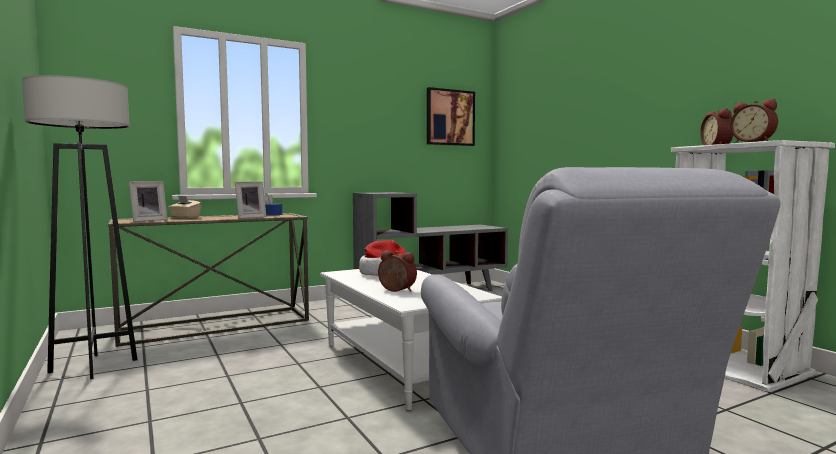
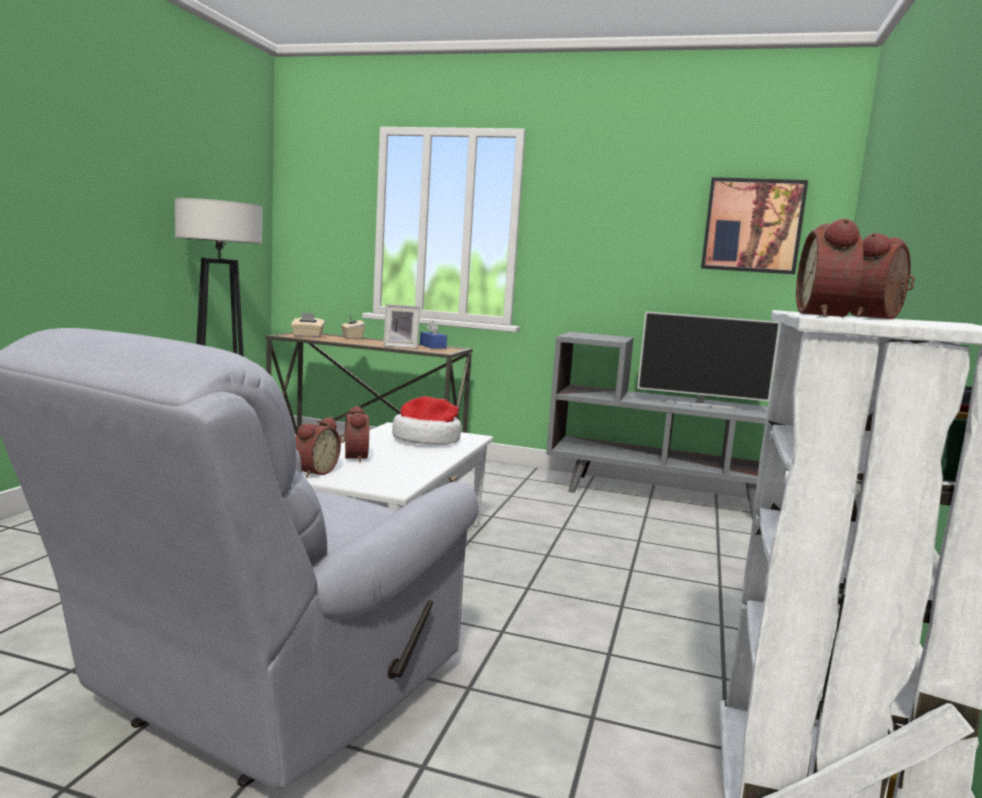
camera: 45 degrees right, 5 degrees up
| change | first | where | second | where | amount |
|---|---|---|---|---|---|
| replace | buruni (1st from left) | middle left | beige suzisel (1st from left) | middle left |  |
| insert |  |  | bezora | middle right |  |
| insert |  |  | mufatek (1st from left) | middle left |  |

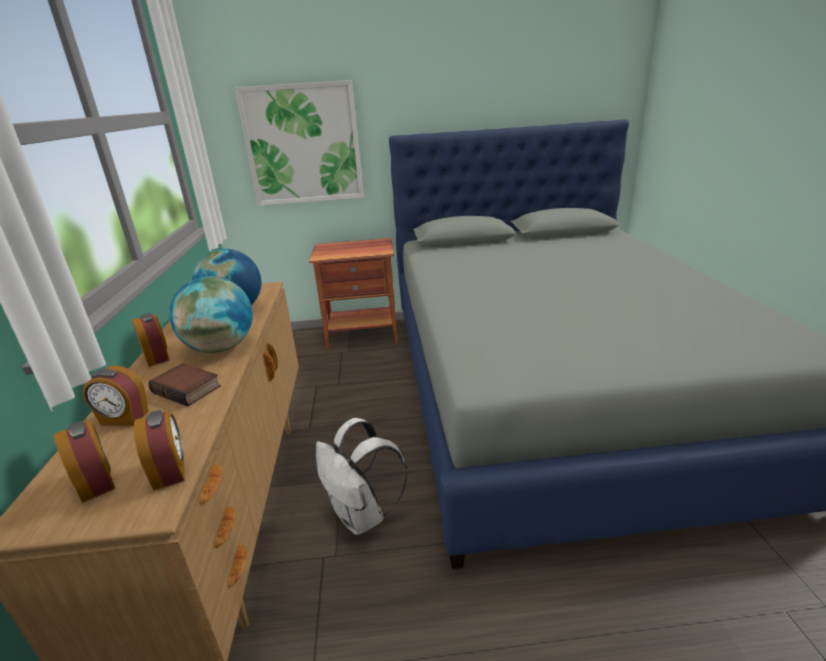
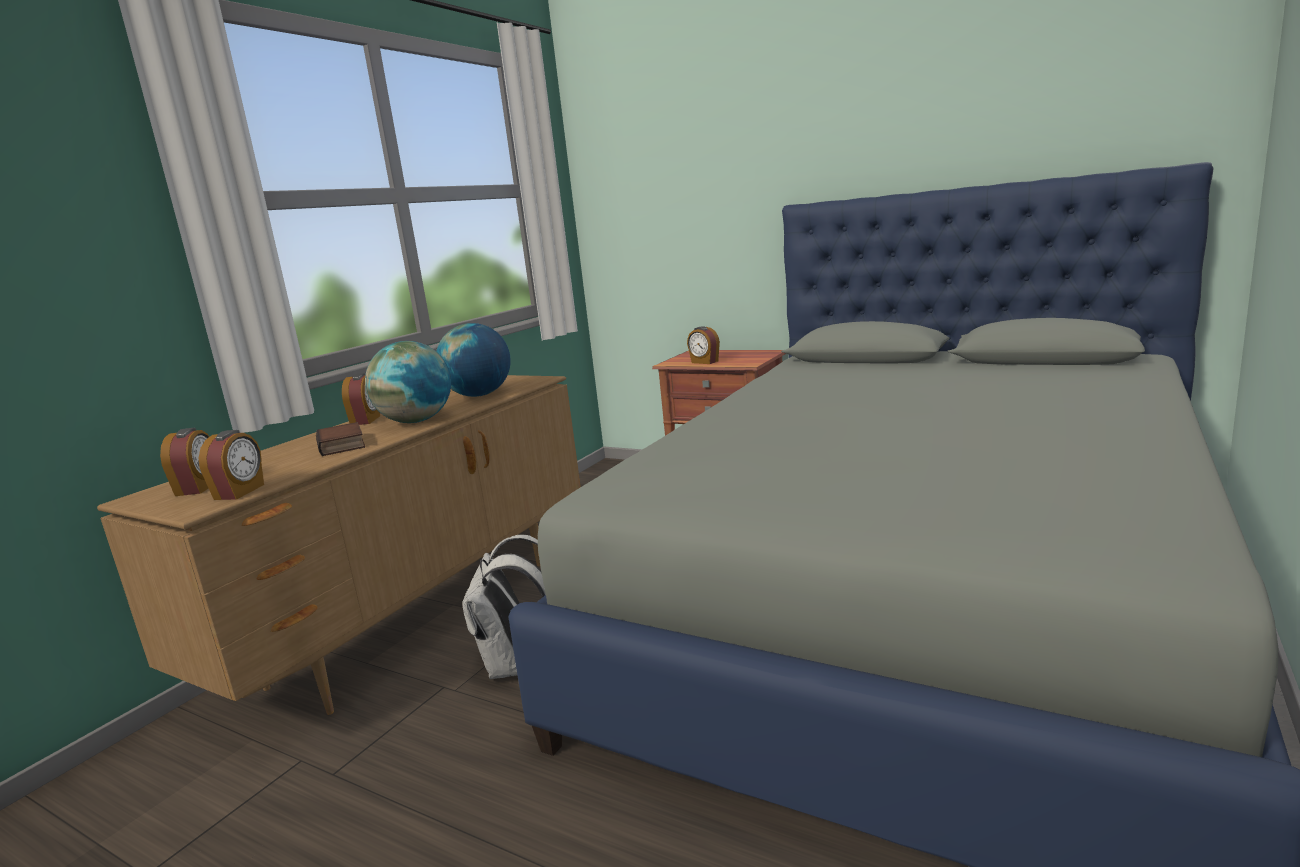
camera: 35 degrees right, 10 degrees down
| change | first | where | second | where | amount |
|---|---|---|---|---|---|
| delete | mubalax | top centre |  |  |  |
| move | mufatek (2nd from left in the first image) | middle left | mufatek (4th from left) | centre |  |

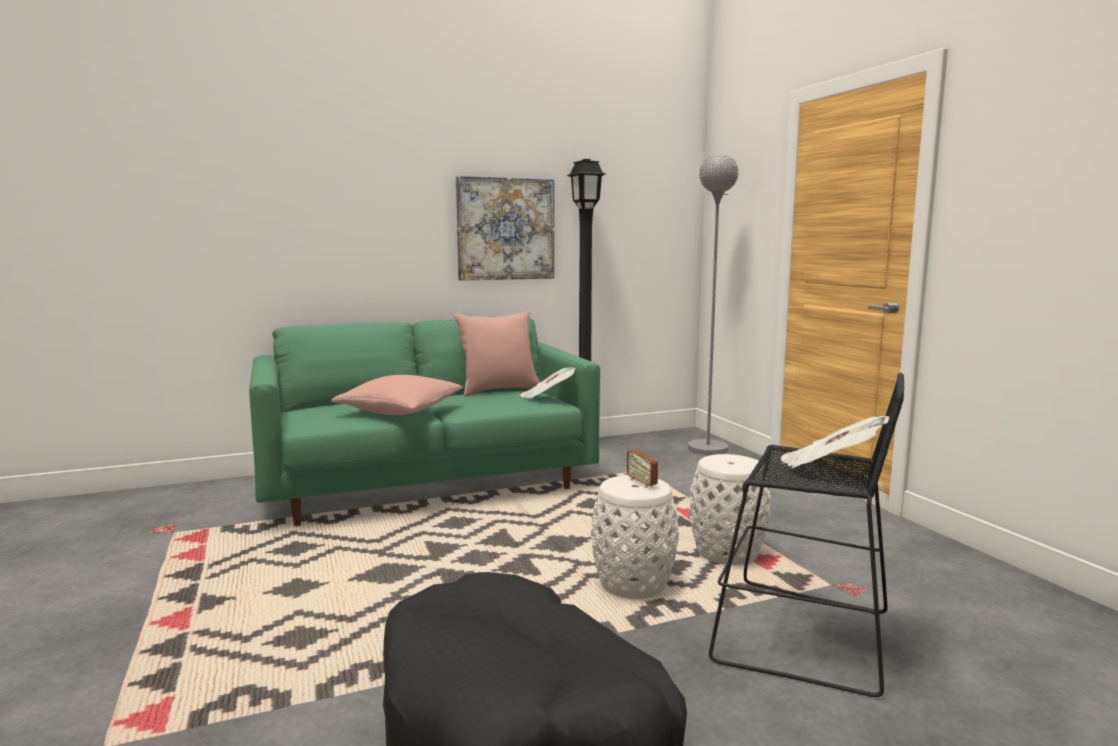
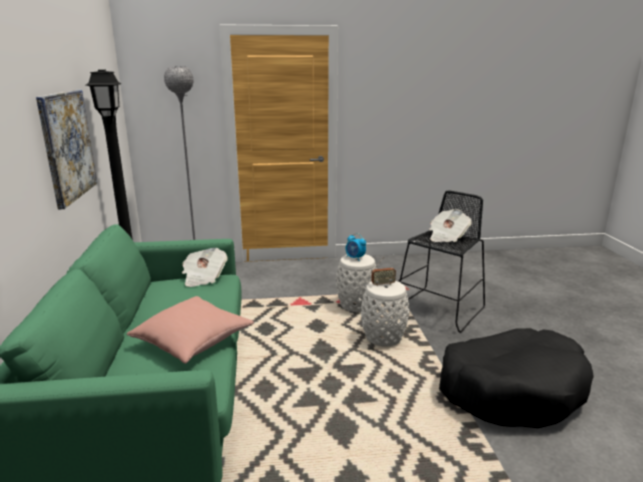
camera: 75 degrees left, 10 degrees up
| change | first | where | second | where | amount |
|---|---|---|---|---|---|
| delete | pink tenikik (2nd from left) | centre |  |  |  |
| insert |  |  | mufatek | centre |  |

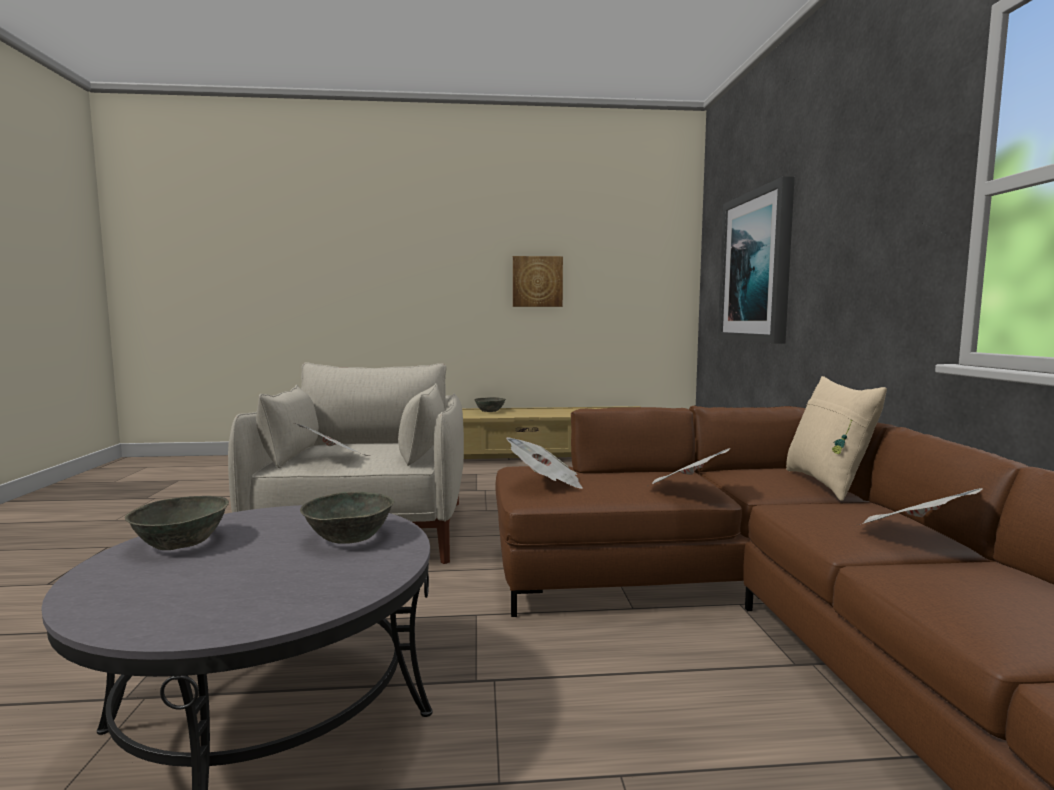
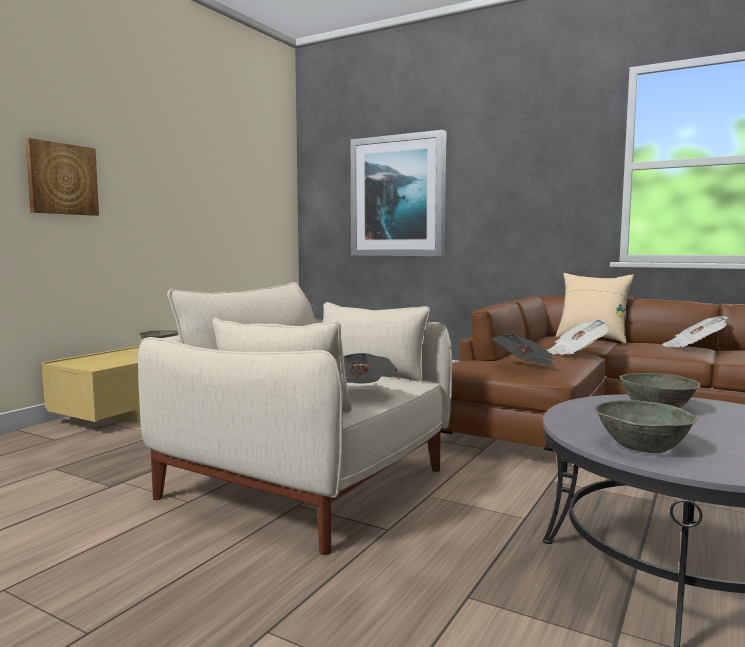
camera: 55 degrees left, 0 degrees up
| change | first | where | second | where | amount |
|---|---|---|---|---|---|
| move | mubalax (1st from left) | centre |  | top left |  |

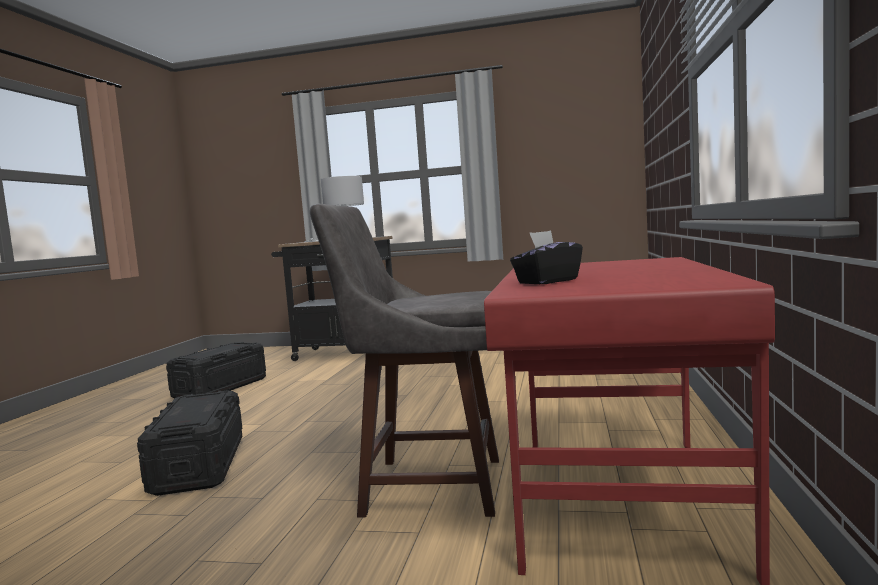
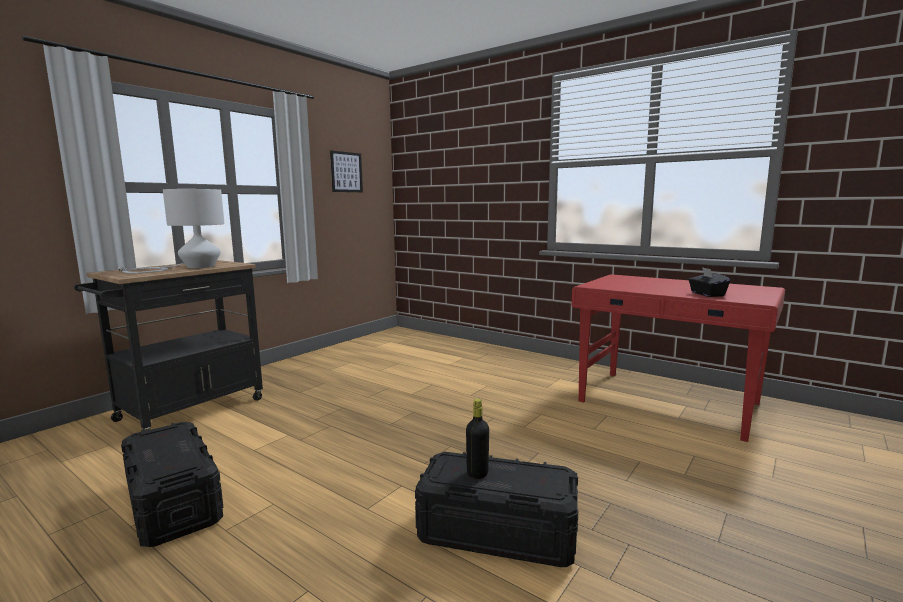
camera: 65 degrees left, 5 degrees up
| change | first | where | second | where | amount |
|---|---|---|---|---|---|
| delete | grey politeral | centre |  |  |  |
| insert |  |  | mubalax | top centre |  |
| insert |  |  | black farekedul | bottom centre |  |

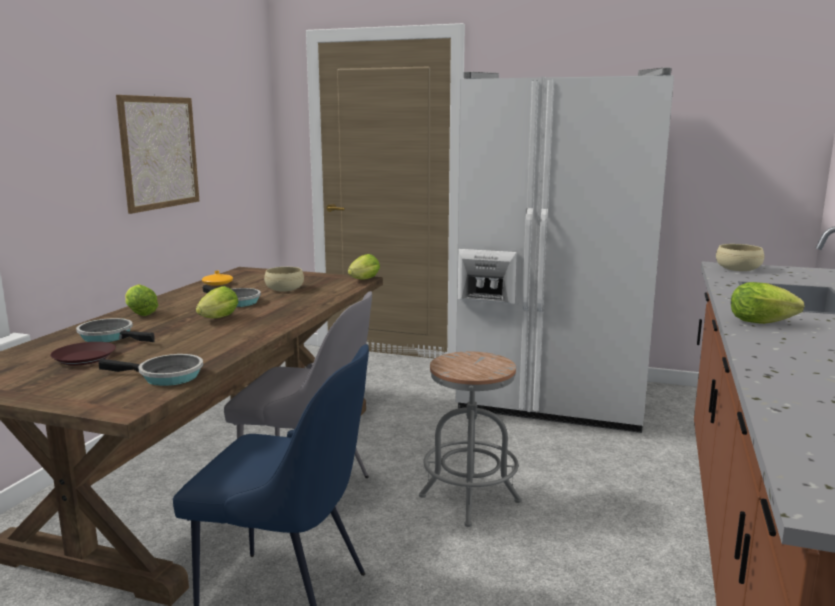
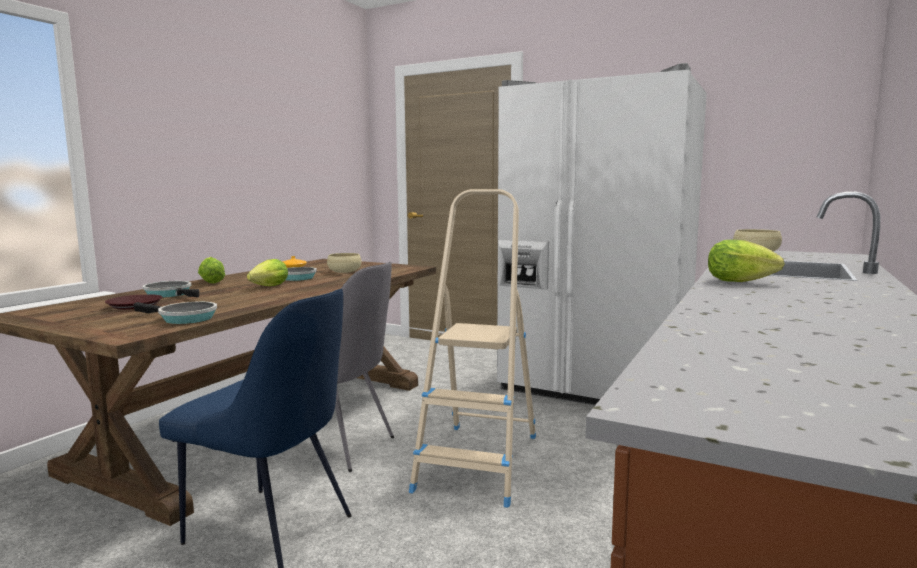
camera: 10 degrees right, 5 degrees down
| change | first | where | second | where | amount |
|---|---|---|---|---|---|
| delete | mubalax | top left |  |  |  |
| delete | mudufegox (3rd from left) | centre |  |  |  |
| replace | grey politeral | bottom centre | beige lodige | centre |  |

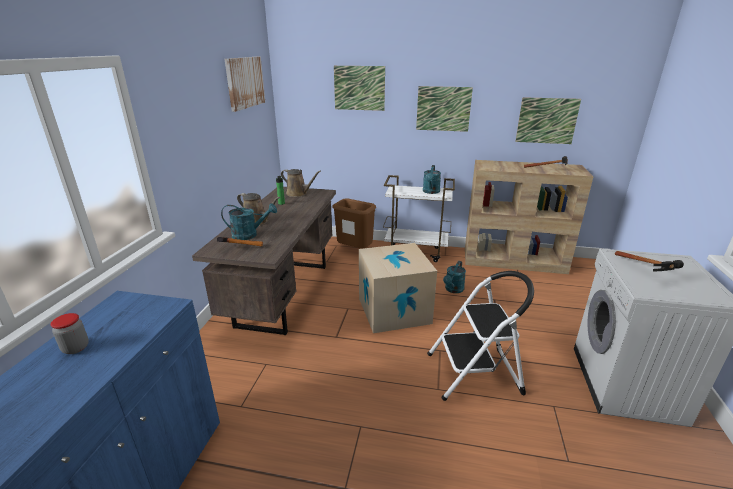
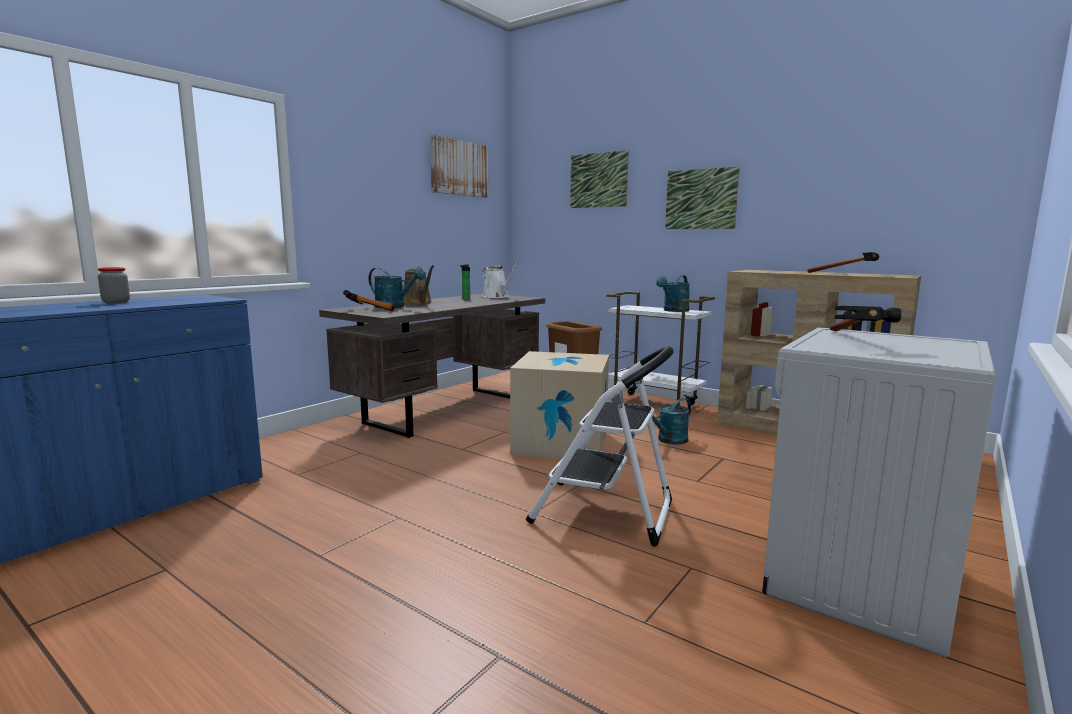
camera: 25 degrees right, 15 degrees down
| change | first | where | second | where | amount |
|---|---|---|---|---|---|
| delete | mubalax (4th from left) | top right |  |  |  |
| recolor | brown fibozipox (2nd from left) | centre | white fibozipox | centre |  |

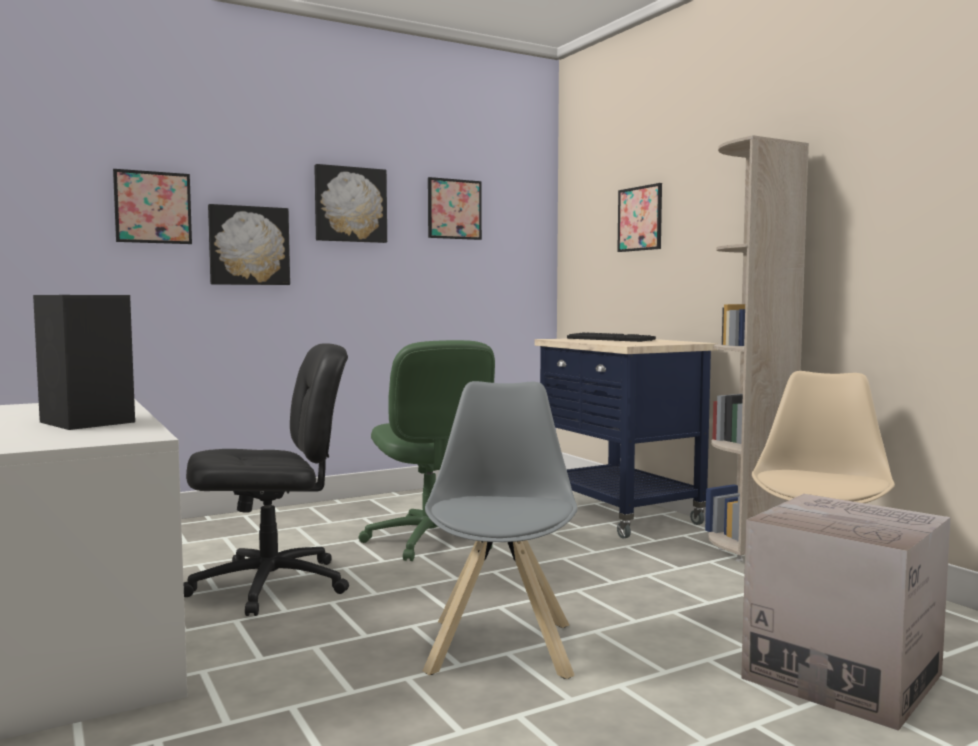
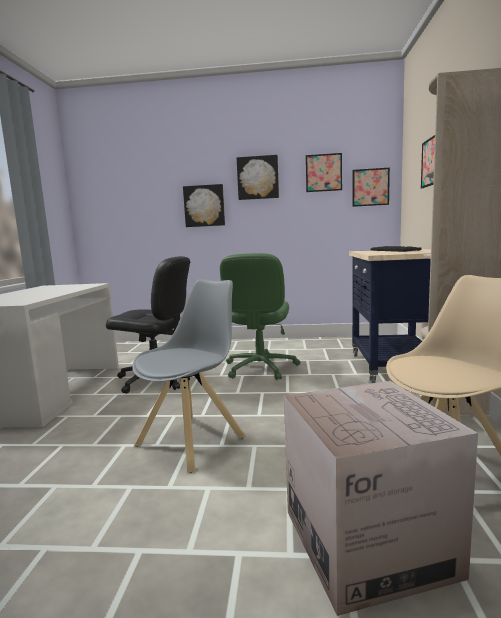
camera: 35 degrees right, 5 degrees up
| change | first | where | second | where | amount |
|---|---|---|---|---|---|
| move | mubalax (1st from left in the first image) | top left | mubalax (4th from left) | top right |  |
| delete | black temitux | middle left |  |  |  |

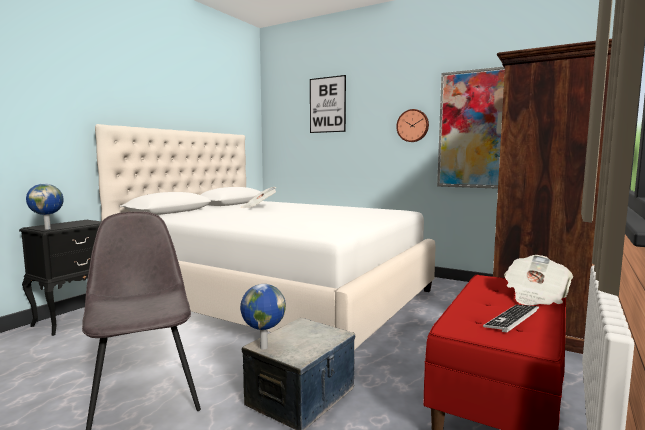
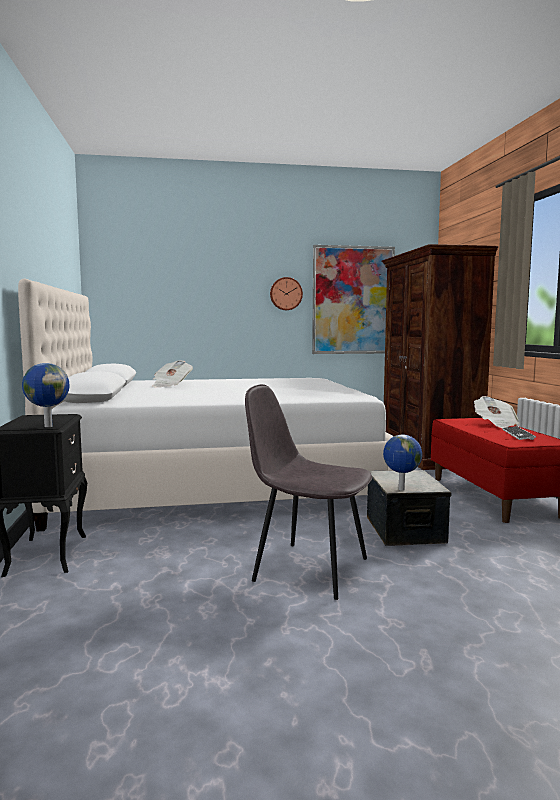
camera: 40 degrees left, 0 degrees up
| change | first | where | second | where | amount |
|---|---|---|---|---|---|
| delete | mubalax (1st from left) | top centre |  |  |  |

